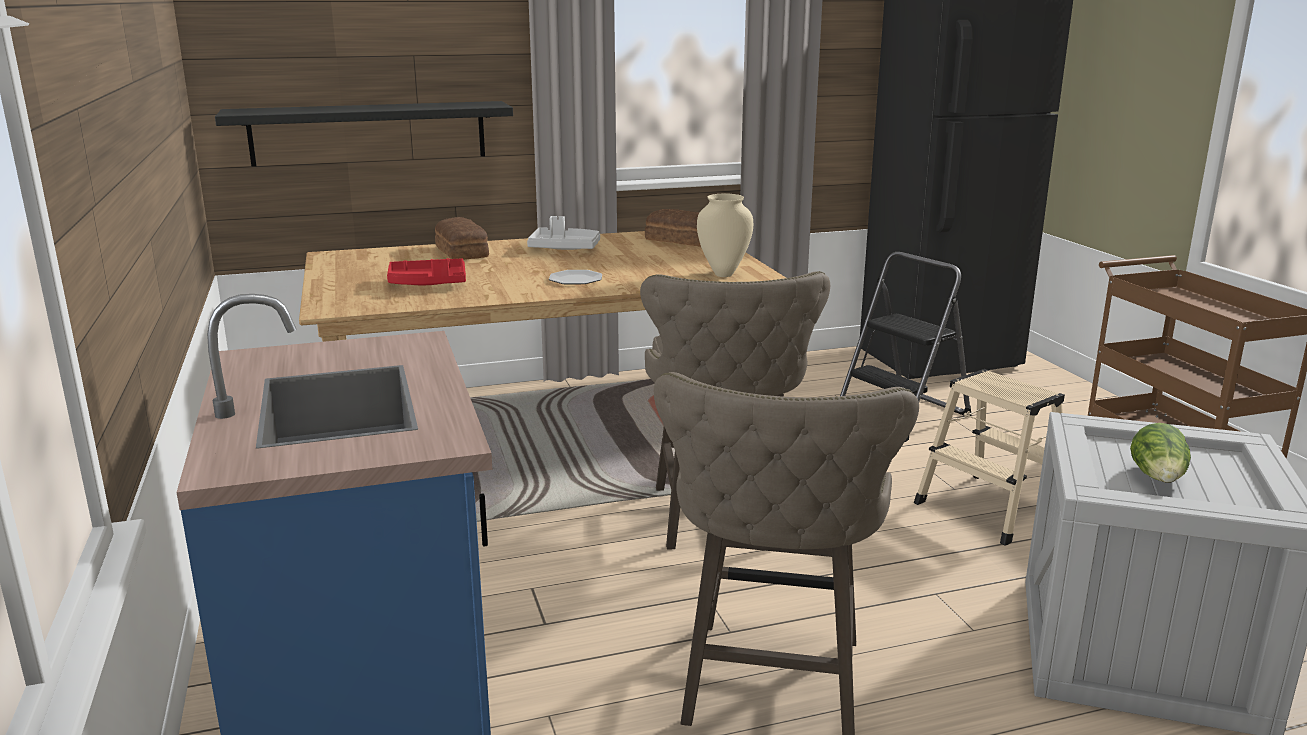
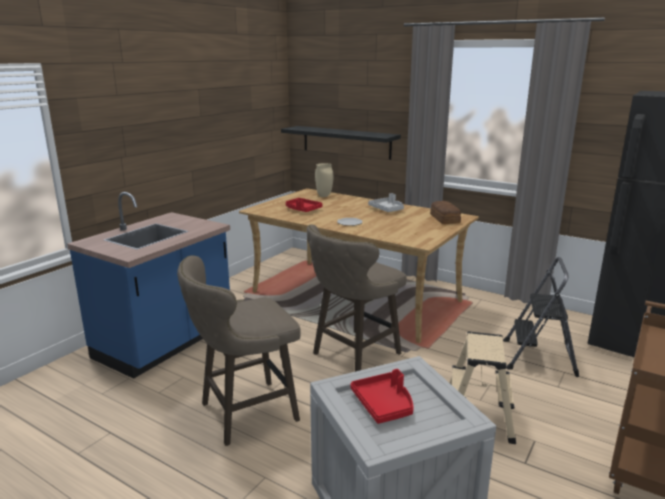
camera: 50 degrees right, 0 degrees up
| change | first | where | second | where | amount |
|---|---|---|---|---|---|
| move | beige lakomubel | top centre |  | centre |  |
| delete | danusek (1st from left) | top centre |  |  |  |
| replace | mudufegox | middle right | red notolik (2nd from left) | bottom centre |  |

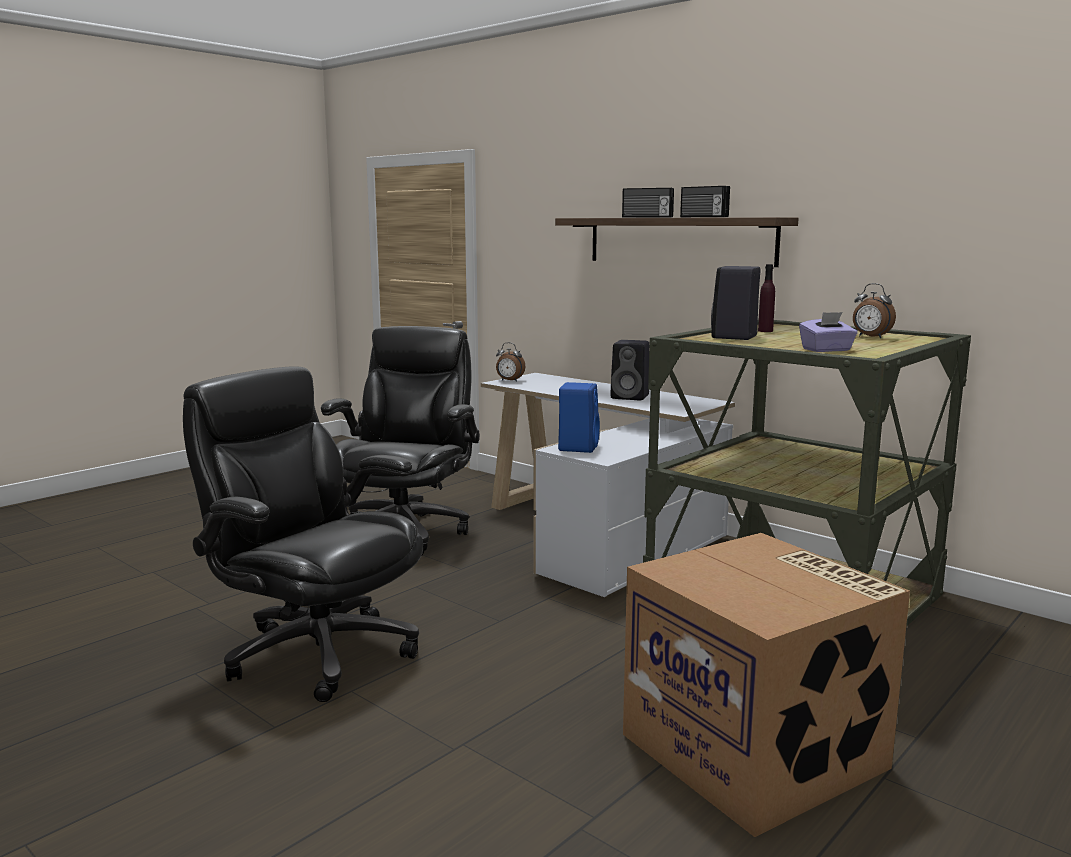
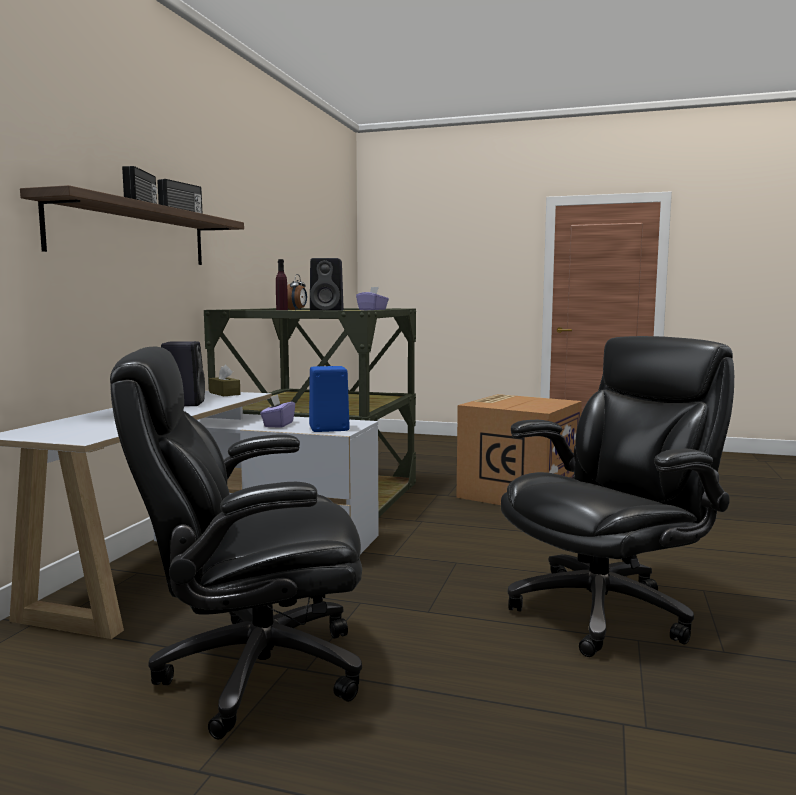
camera: 115 degrees left, 5 degrees down
| change | first | where | second | where | amount |
|---|---|---|---|---|---|
| delete | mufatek (1st from left) | centre |  |  |  |
| rotate | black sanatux (1st from left in the first image) | middle left | black sanatux (2nd from left) | middle right | 135 degrees counterclockwise |
| insert |  |  | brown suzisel | middle left |  |
| insert |  |  | purple suzisel (1st from left) | centre |  |

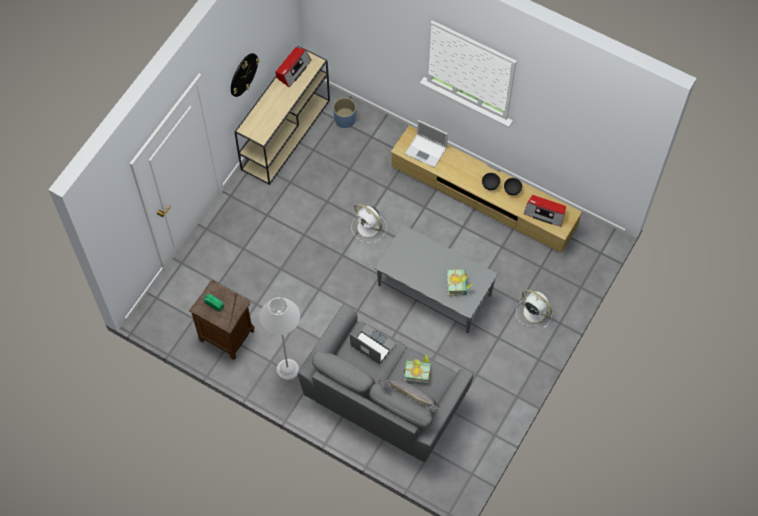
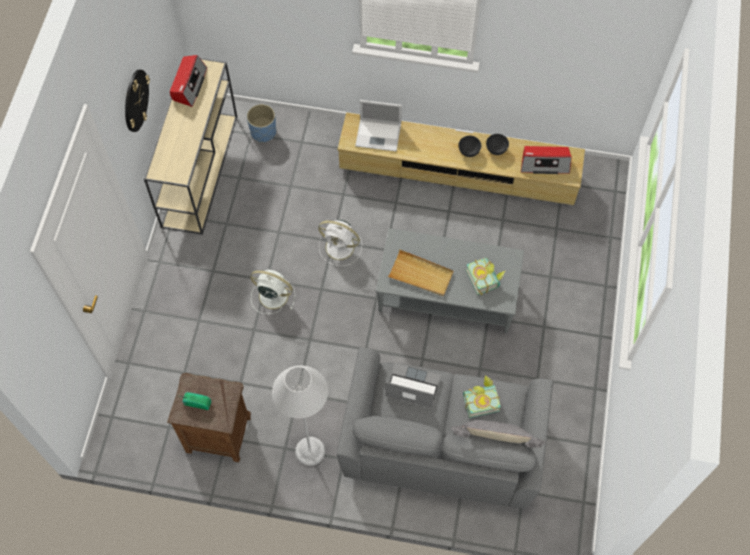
camera: 20 degrees left, 0 degrees up
| change | first | where | second | where | amount |
|---|---|---|---|---|---|
| move | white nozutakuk (2nd from left in the first image) | middle right | white nozutakuk (1st from left) | centre |  |
| insert |  |  | beige notolik | centre |  |

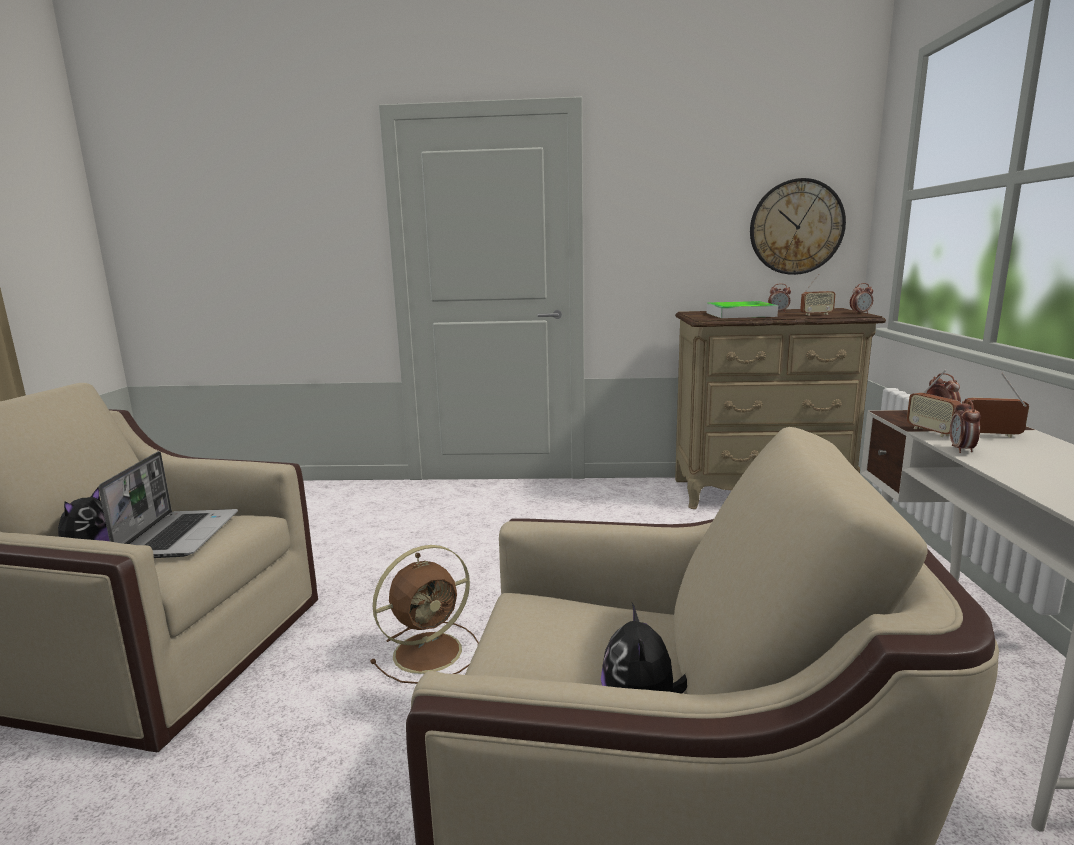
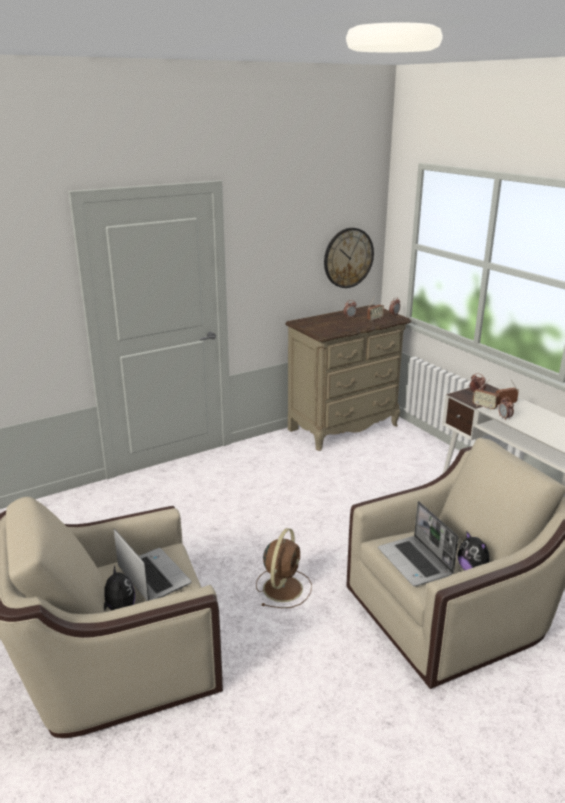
camera: 35 degrees left, 10 degrees up
| change | first | where | second | where | amount |
|---|---|---|---|---|---|
| delete | notolik | middle right |  |  |  |
| insert |  |  | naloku (2nd from left) | bottom right |  |

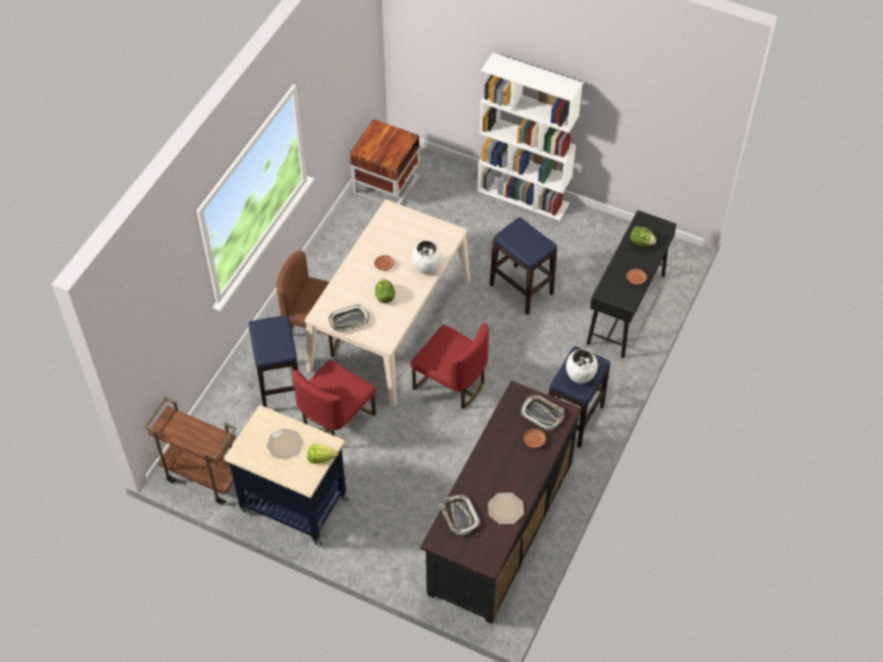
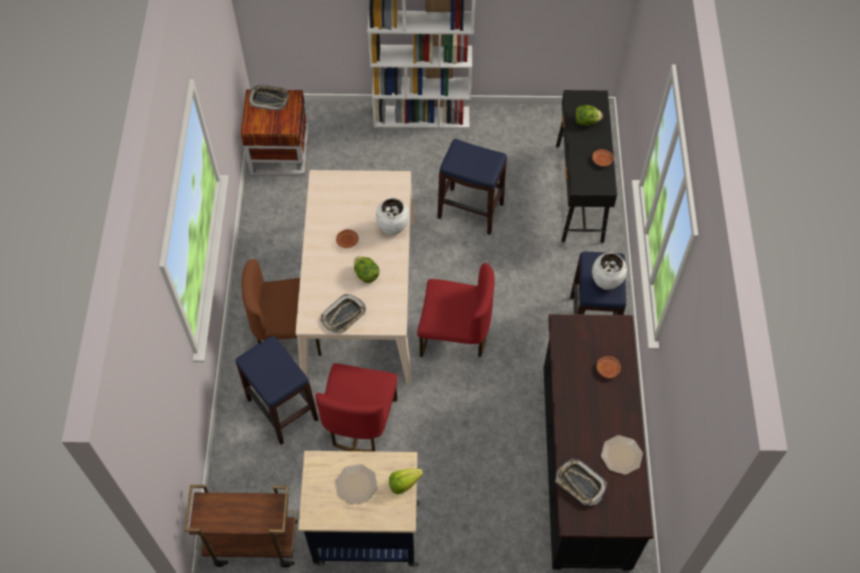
camera: 25 degrees left, 5 degrees up
| change | first | where | second | where | amount |
|---|---|---|---|---|---|
| move | notolik (3rd from left in the first image) | centre | notolik (1st from left) | top left |  |

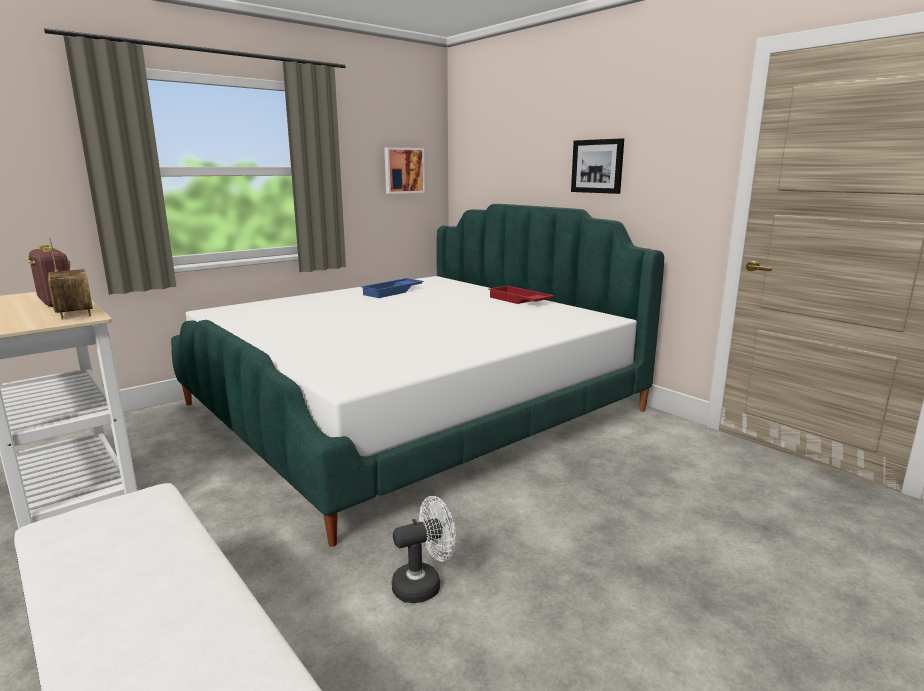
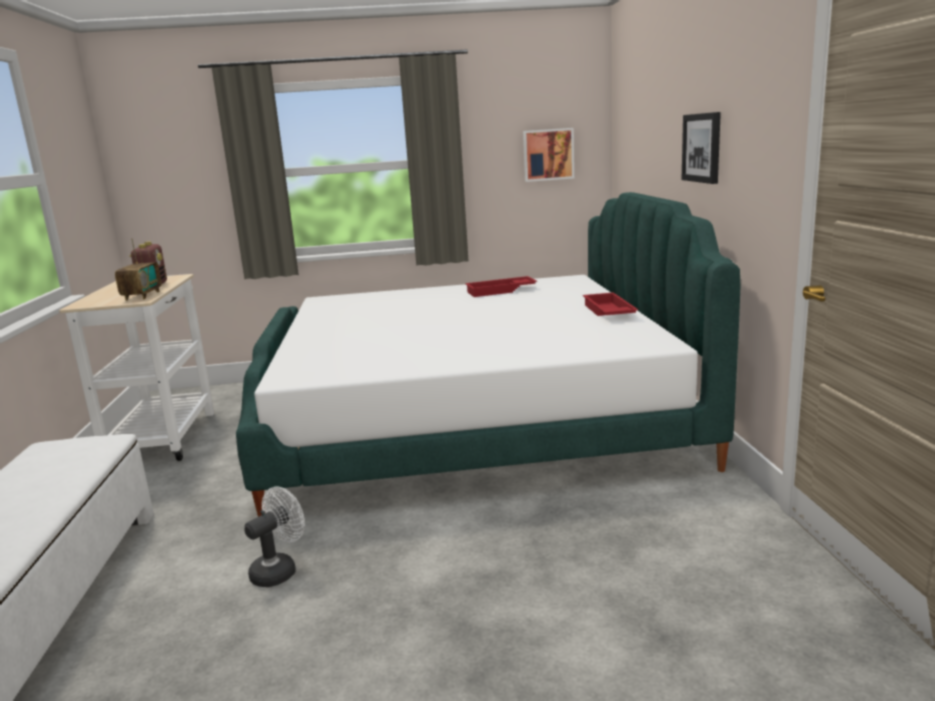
camera: 35 degrees right, 0 degrees up
| change | first | where | second | where | amount |
|---|---|---|---|---|---|
| recolor | blue notolik | centre | red notolik (1st from left) | centre |  |
| rotate | white nozutakuk | bottom centre |  | bottom left | 60 degrees counterclockwise |

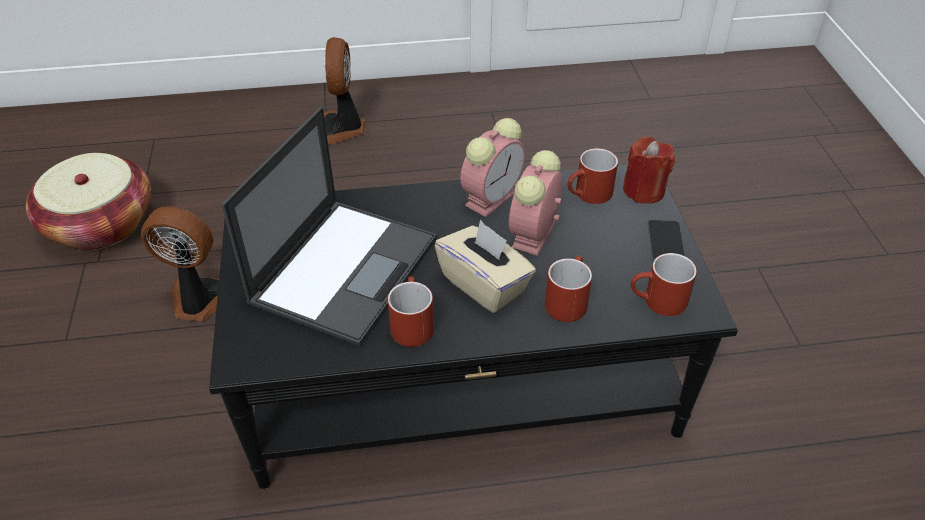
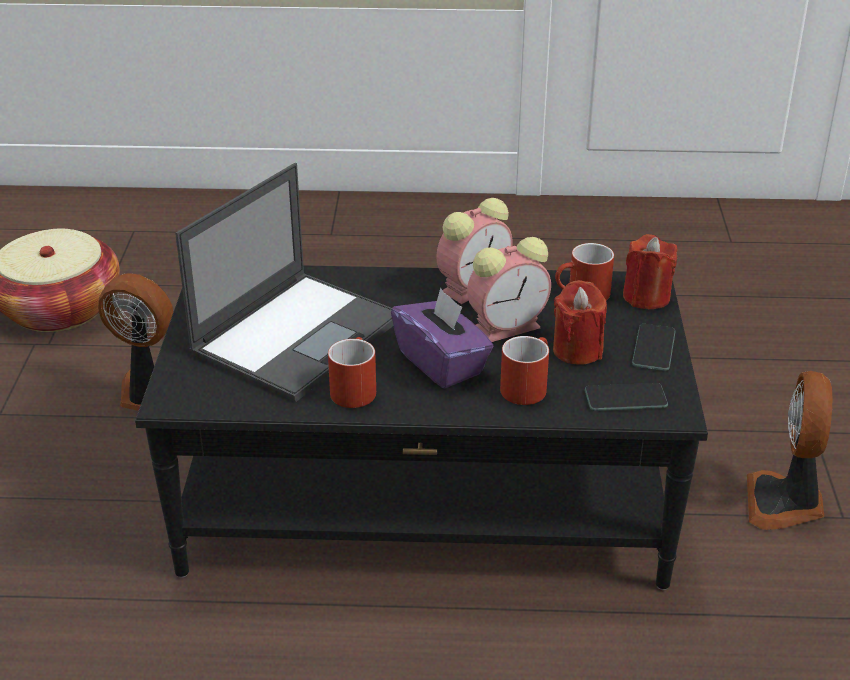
camera: 10 degrees right, 10 degrees down
| change | first | where | second | where | amount |
|---|---|---|---|---|---|
| move | nozutakuk (2nd from left) | top centre |  | middle right |  |
| rotate | mufatek (2nd from left) | centre |  | centre | 150 degrees counterclockwise |
| recolor | beige suzisel | centre | purple suzisel | centre |  |
| replace | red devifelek (4th from left) | middle right | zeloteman (1st from left) | middle right |  |
| insert |  |  | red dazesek (1st from left) | middle right |  |

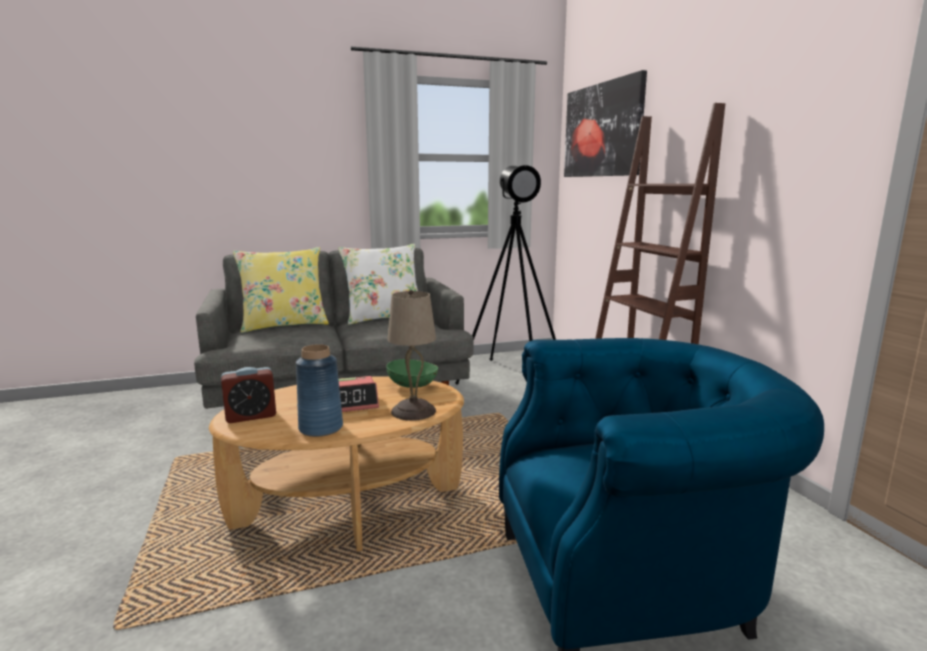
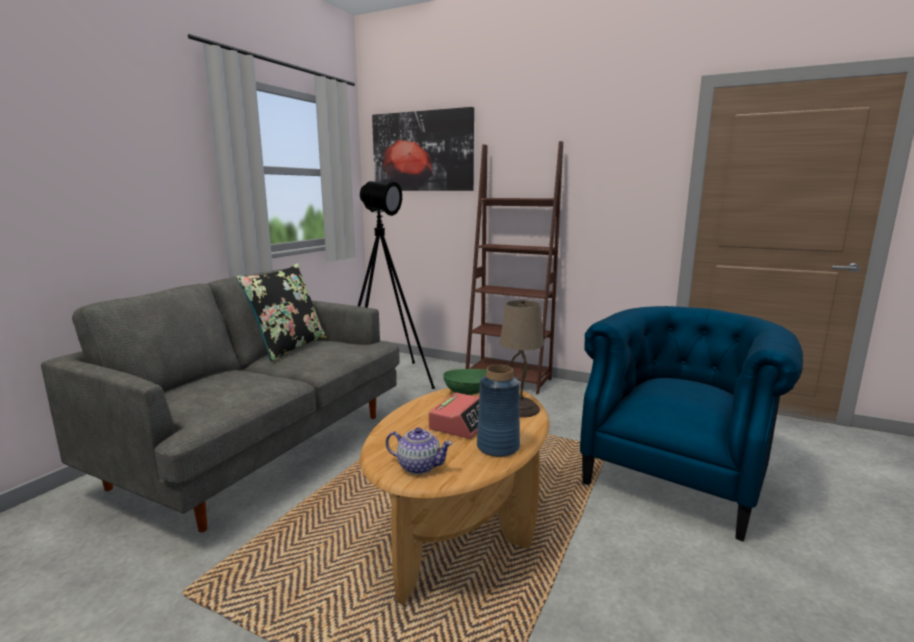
camera: 45 degrees left, 0 degrees up
| change | first | where | second | where | amount |
|---|---|---|---|---|---|
| recolor | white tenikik | centre | black tenikik | middle left |  |
| delete | yellow tenikik | middle left |  |  |  |
| replace | mufatek (1st from left) | middle left | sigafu | bottom centre |  |

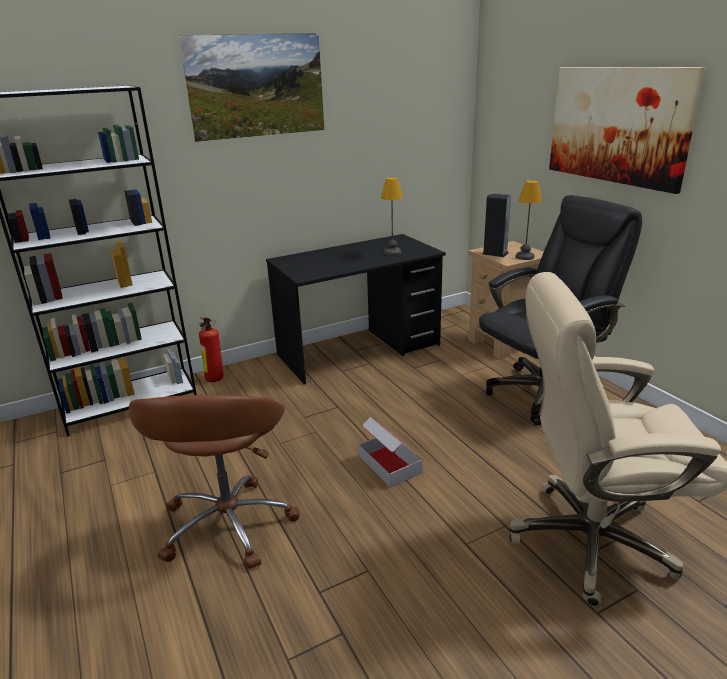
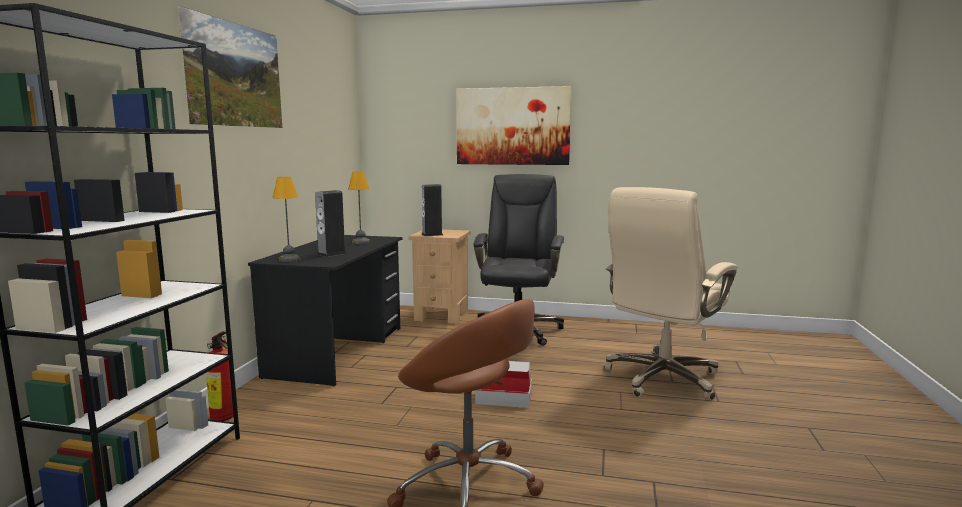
camera: 50 degrees left, 15 degrees down
| change | first | where | second | where | amount |
|---|---|---|---|---|---|
| move | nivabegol (2nd from left in the first image) | top right | nivabegol (1st from left) | middle left |  |
| insert |  |  | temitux (1st from left) | centre |  |

